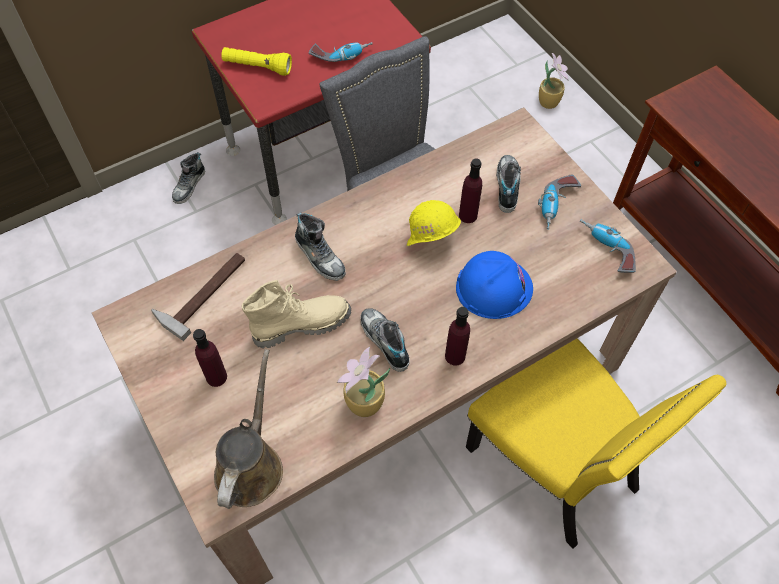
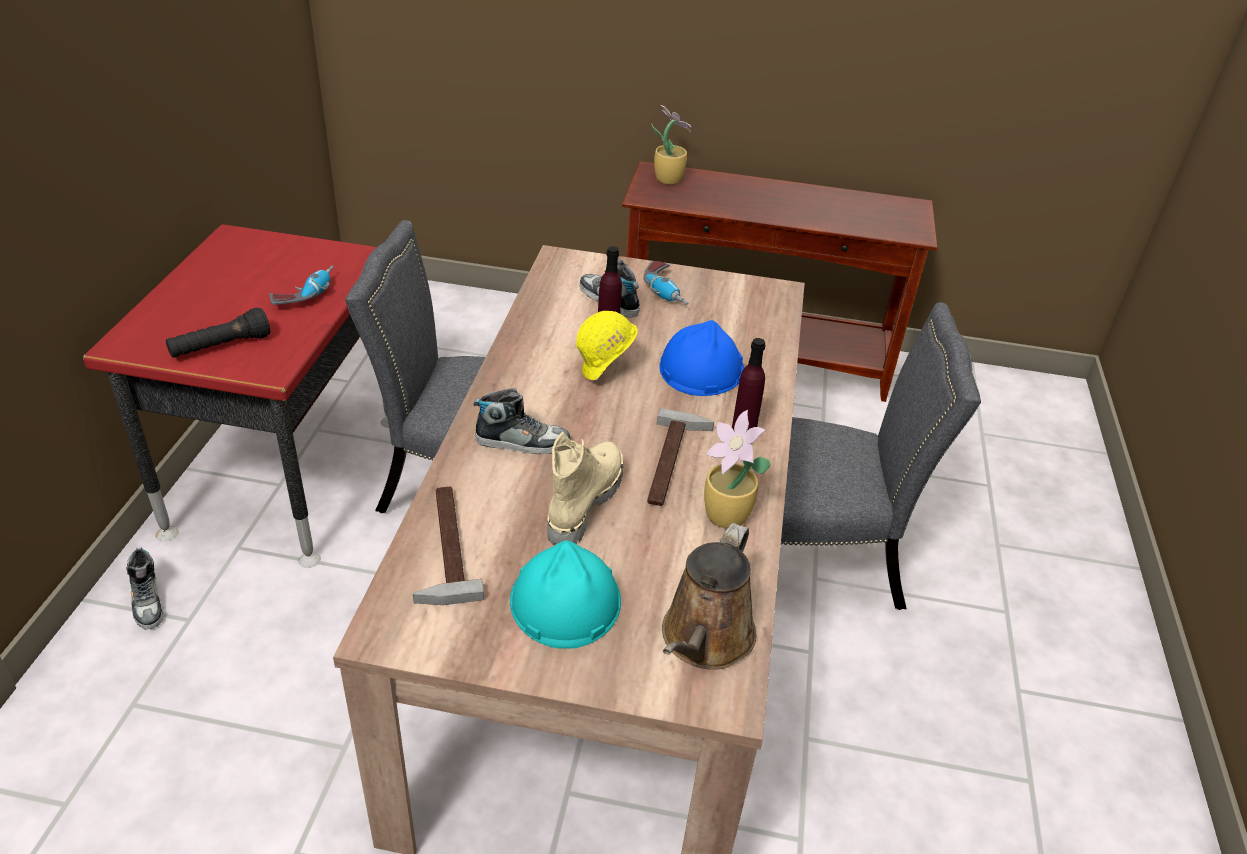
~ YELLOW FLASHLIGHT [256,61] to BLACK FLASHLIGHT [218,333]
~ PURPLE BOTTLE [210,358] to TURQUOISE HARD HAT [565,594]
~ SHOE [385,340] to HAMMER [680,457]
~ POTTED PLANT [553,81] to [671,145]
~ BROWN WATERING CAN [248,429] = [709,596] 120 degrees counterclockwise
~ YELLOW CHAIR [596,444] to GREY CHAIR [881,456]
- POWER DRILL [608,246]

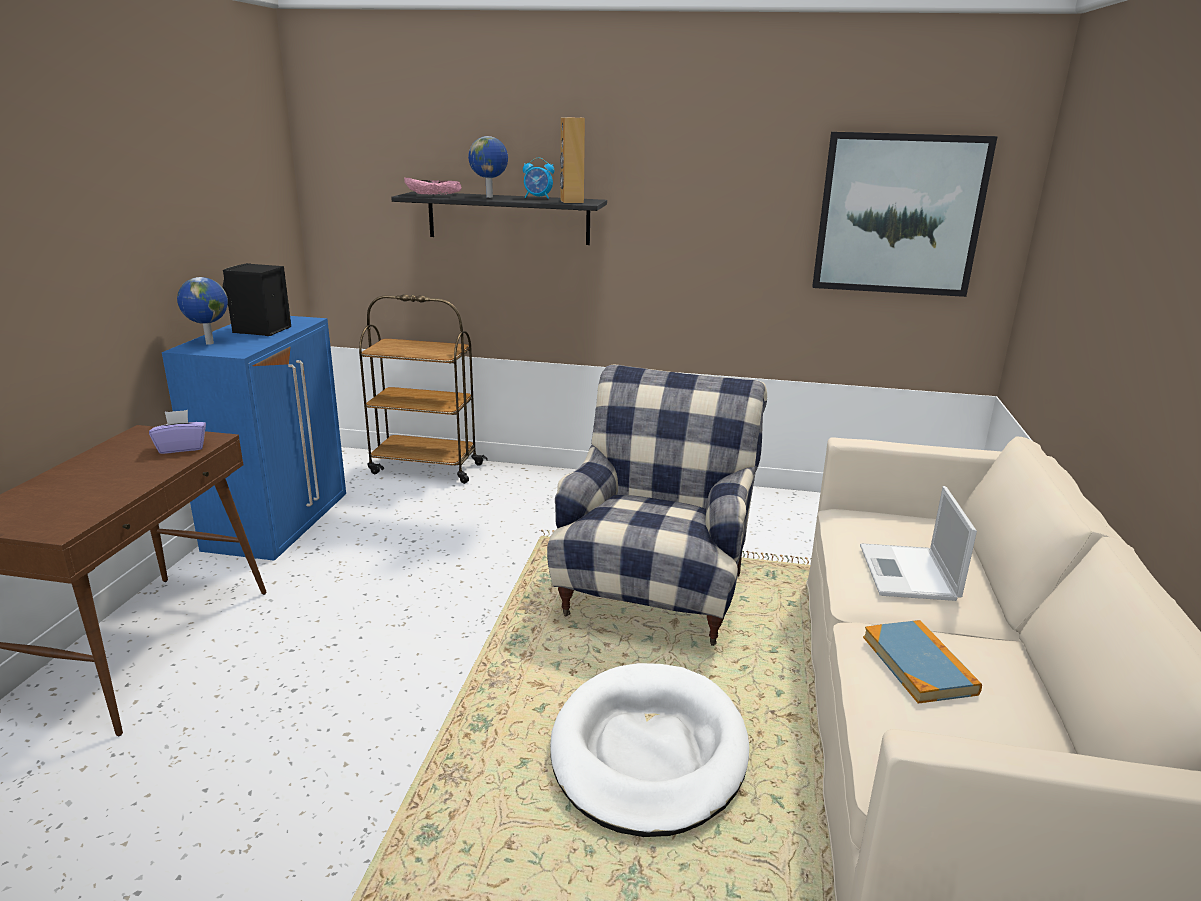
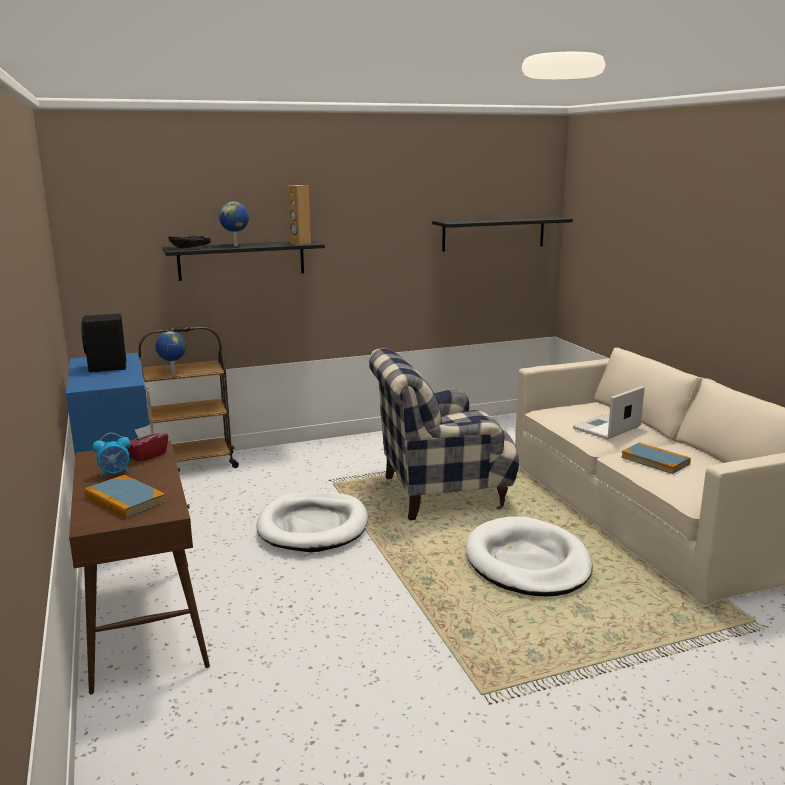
+ BOOK [125,497]
~ ALARM CLOCK [538,178] to [112,455]
~ PURPLE TISSUE BOX [177,432] to RED TISSUE BOX [146,443]
~ GLOBE [202,311] to [170,353]
~ PINK BOWL [433,186] to BLACK BOWL [189,242]
+ WHITE DOG BED [312,522]
~ ARMCHAIR [657,505] = [444,434] 90 degrees counterclockwise
~ PICTURE [905,214] to BLACK SHELF [502,234]
~ LAPTOP [918,543] = [609,413] 75 degrees clockwise

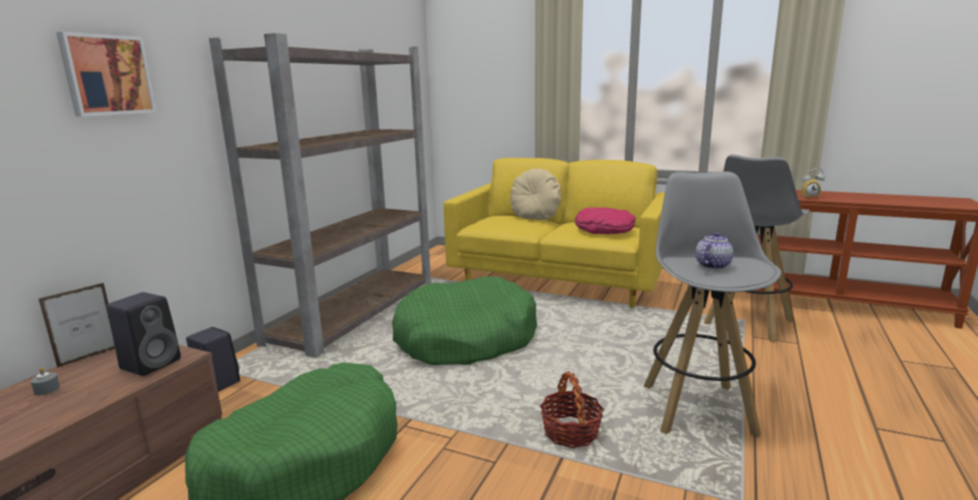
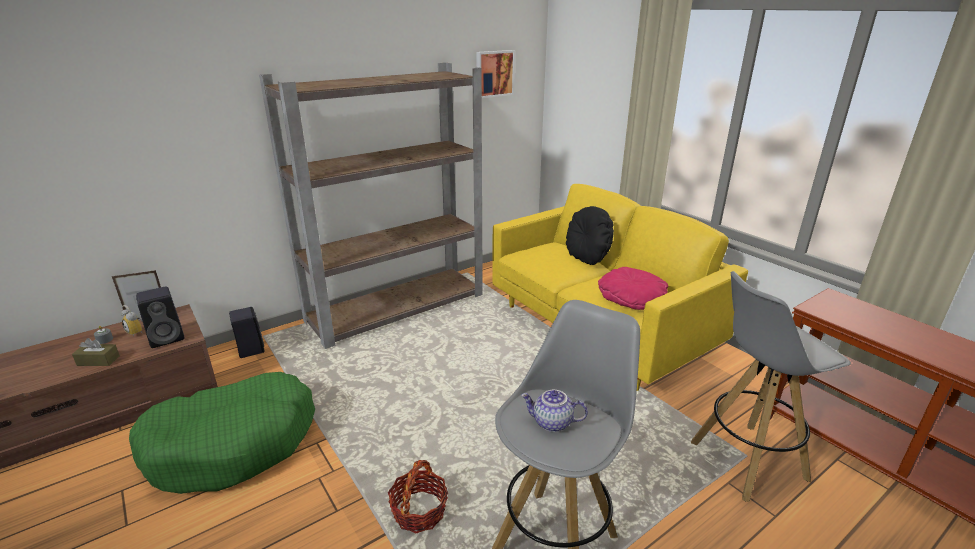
+ BROWN TISSUE BOX [96,352]
~ ALARM CLOCK [813,183] to [132,320]
~ PICTURE [106,74] to [496,74]
~ TEAPOT [714,250] = [554,411] 150 degrees counterclockwise
~ BEIGE PILLOW [535,194] to BLACK PILLOW [590,235]
- GREEN DOG BED [464,320]

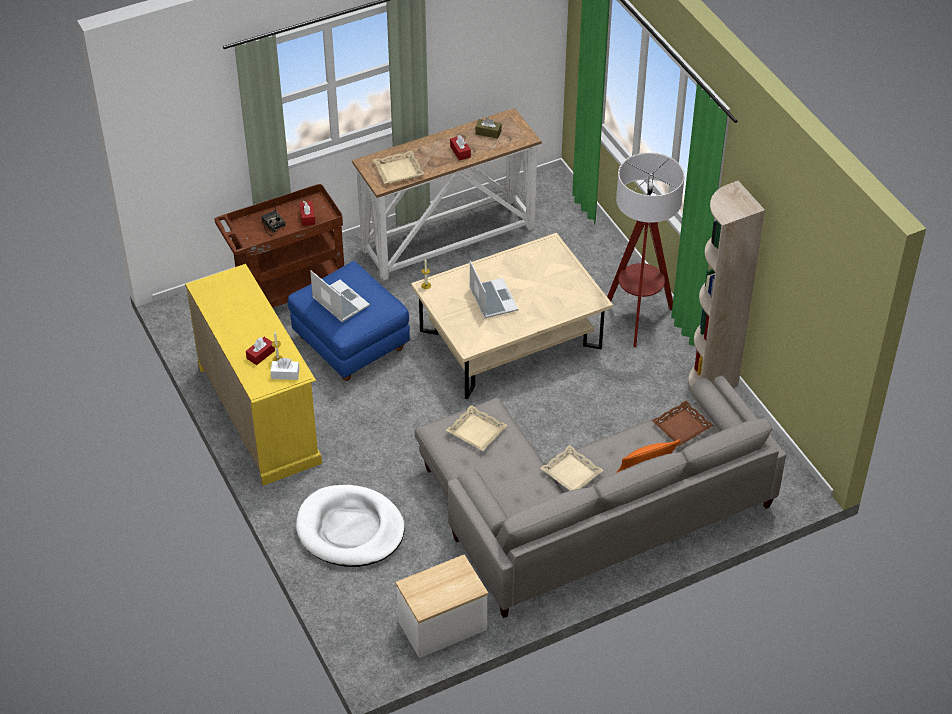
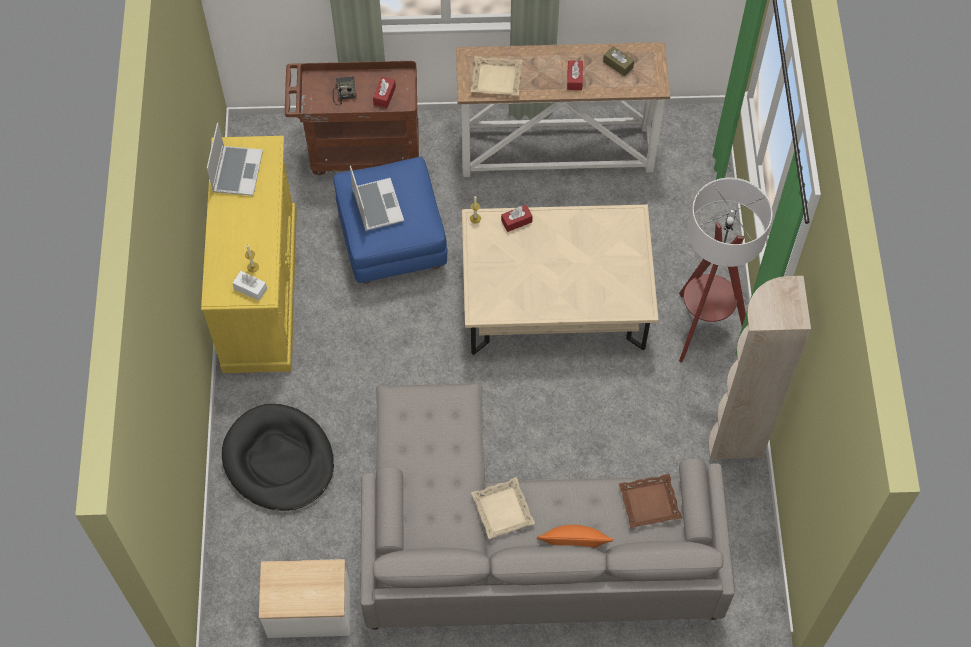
~ LAPTOP [493,289] to [235,159]
~ WHITE DOG BED [350,526] to BLACK DOG BED [278,457]
~ RED TISSUE BOX [260,351] to [517,218]
- BEIGE TRAY [477,428]

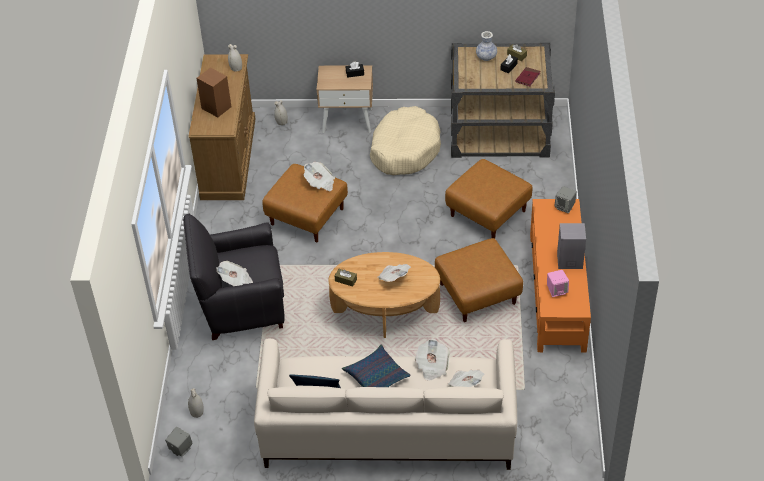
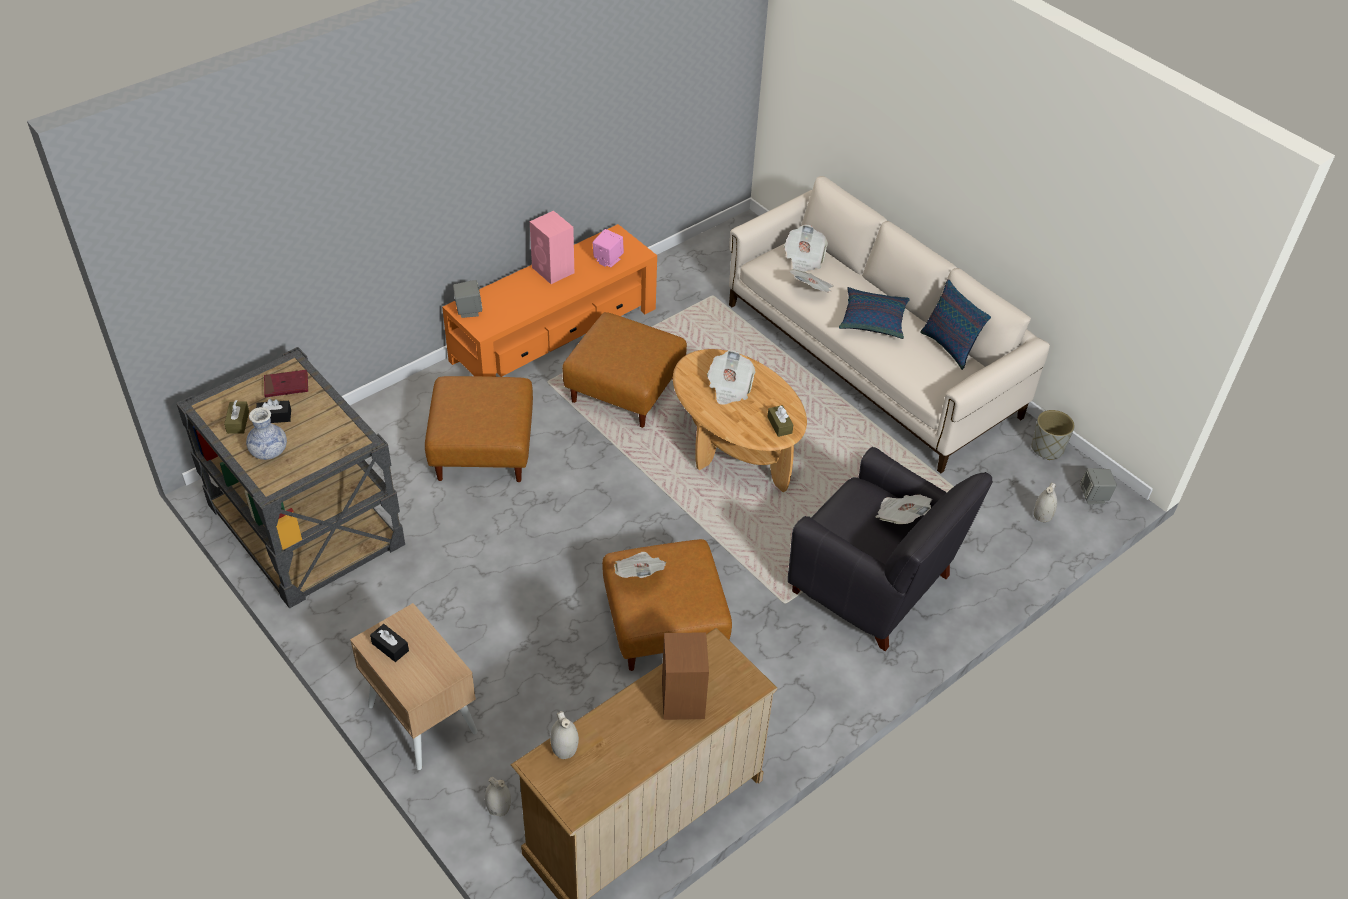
~ GREY SPEAKER [571,246] to PINK SPEAKER [552,247]
+ GREY PLANTER [1053,435]
- BEIGE DOG BED [405,140]

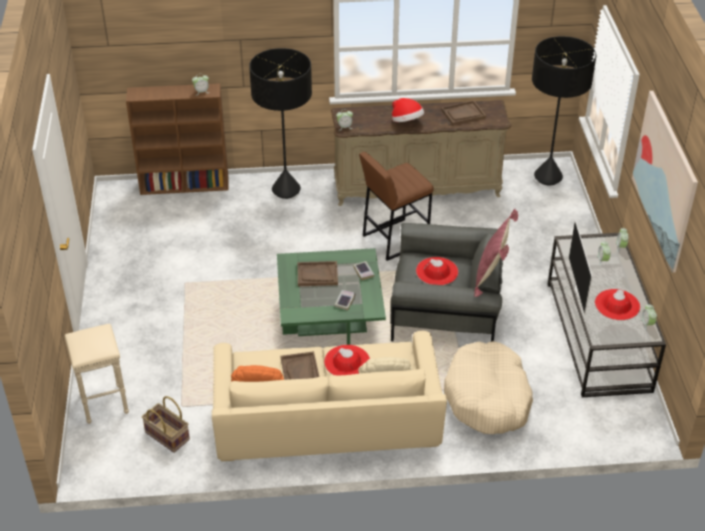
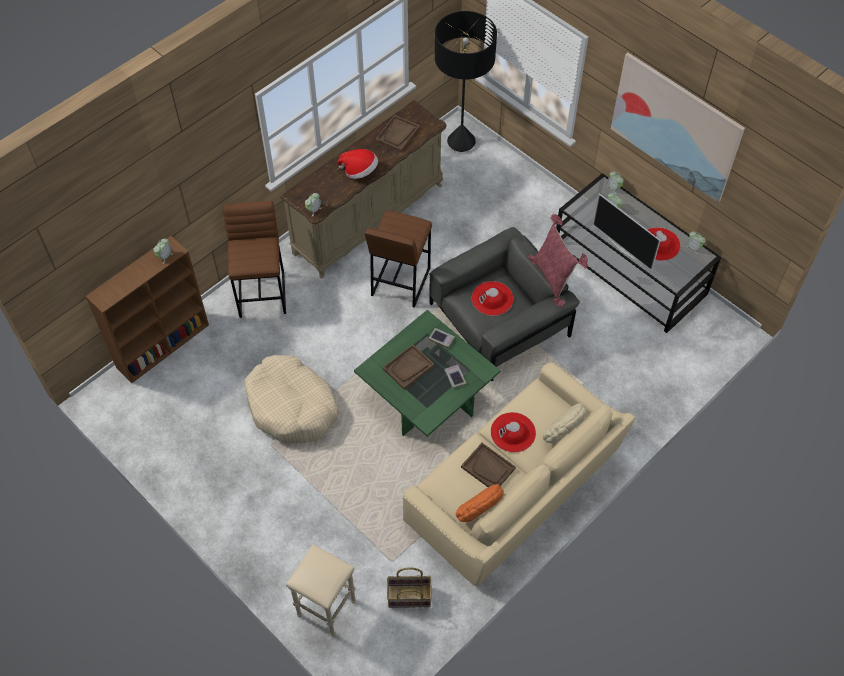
~ BLACK FLOOR LAMP [280,123] to BROWN STOOL [254,259]
~ BEIGE DOG BED [488,387] to [291,399]

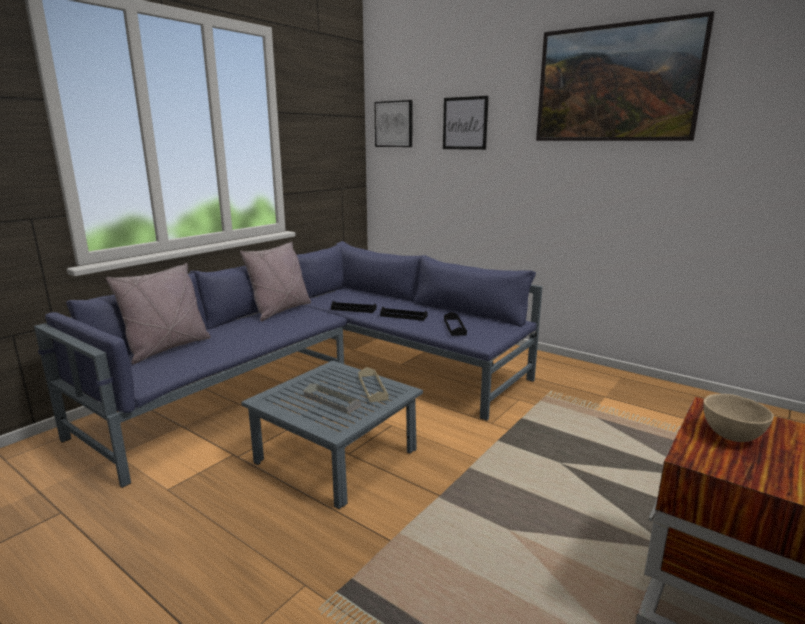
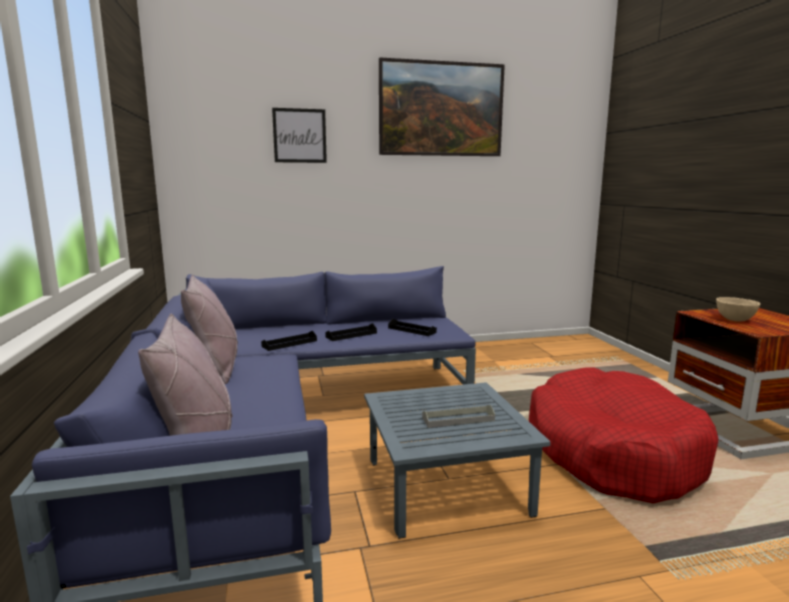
+ RED DOG BED [623,435]
- BEIGE TRAY [373,384]
- PICTURE [393,123]

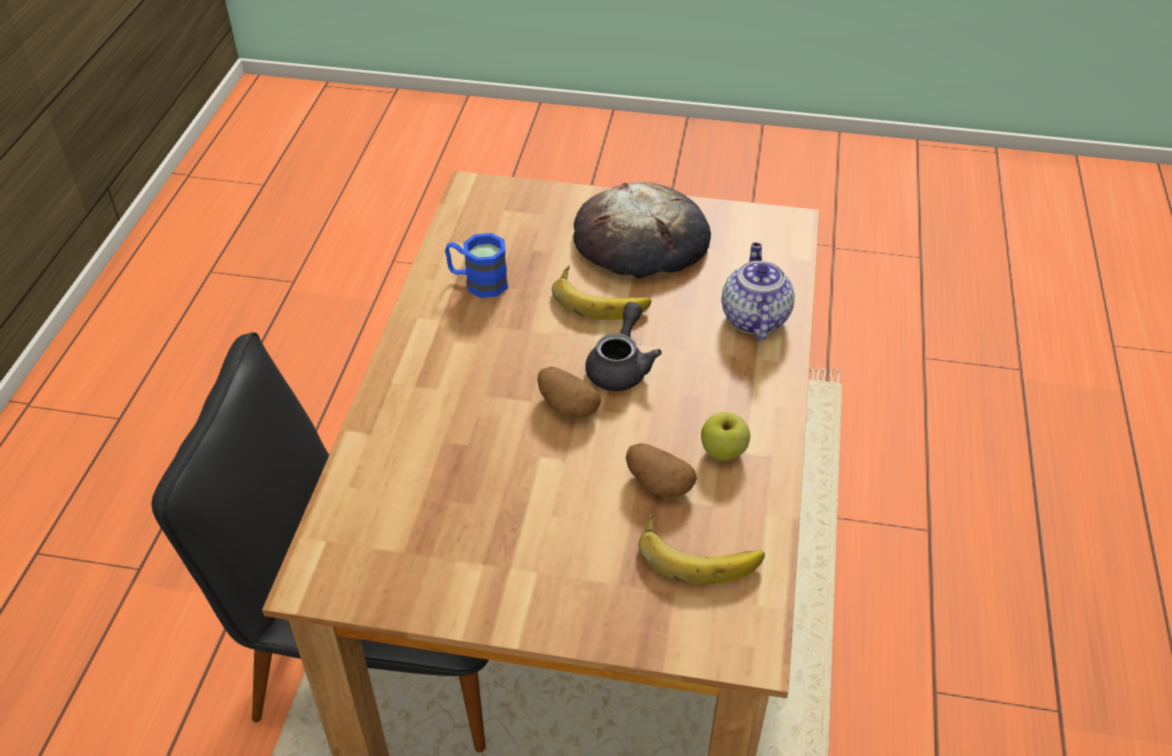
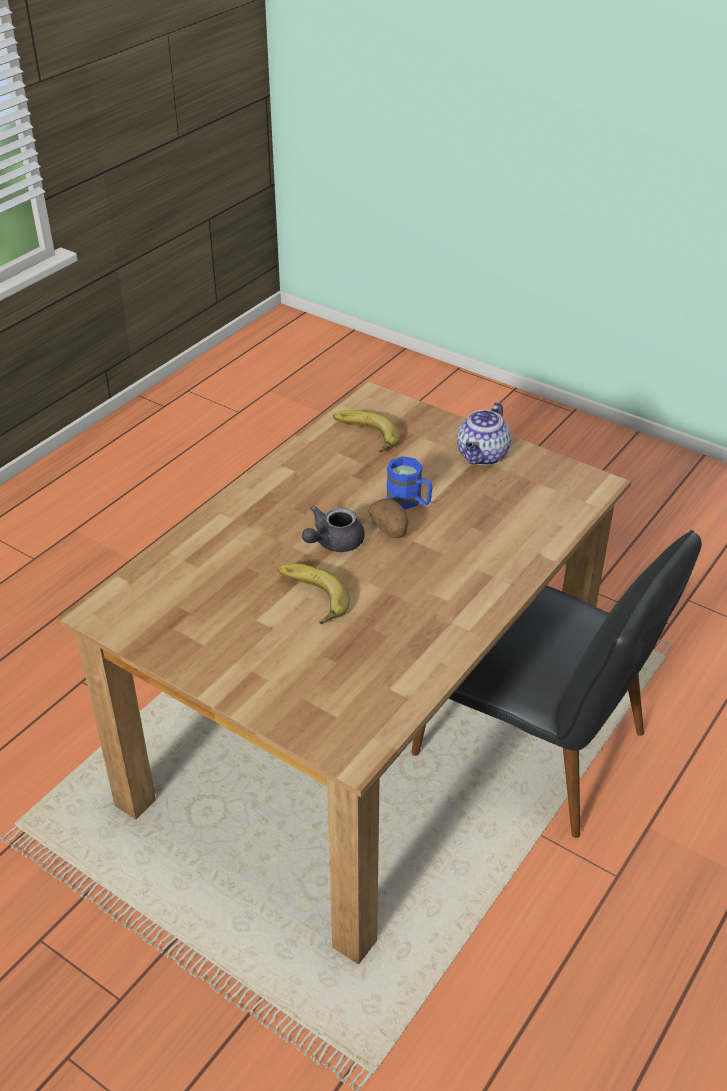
~ BLUE MUG [476,265] to [409,482]
~ TEAPOT [758,292] to [484,433]
- BREAD [642,230]
- POTATO [661,470]
- APPLE [725,436]

